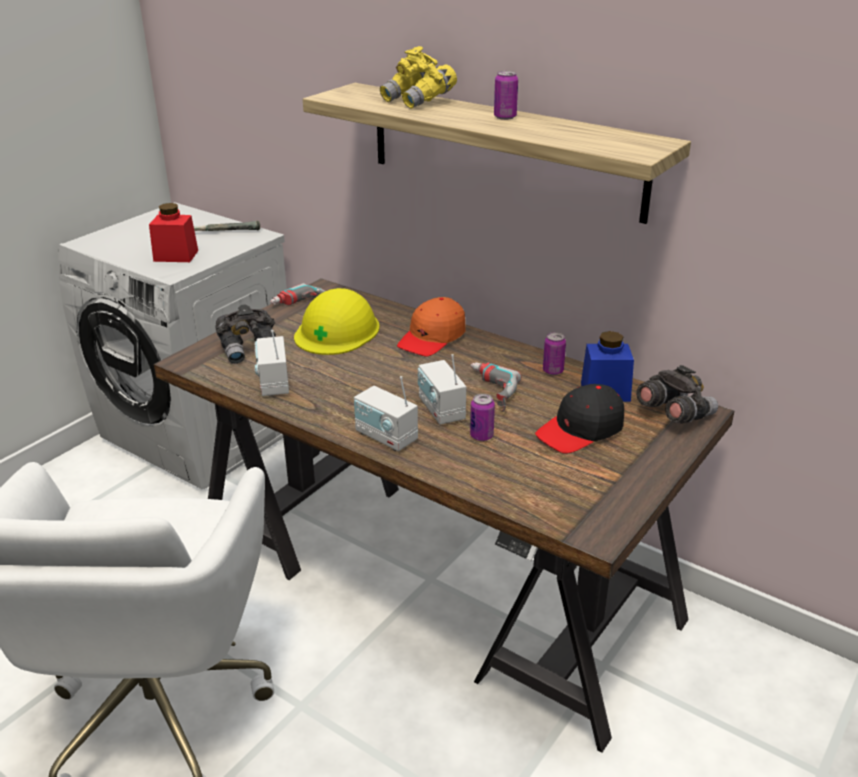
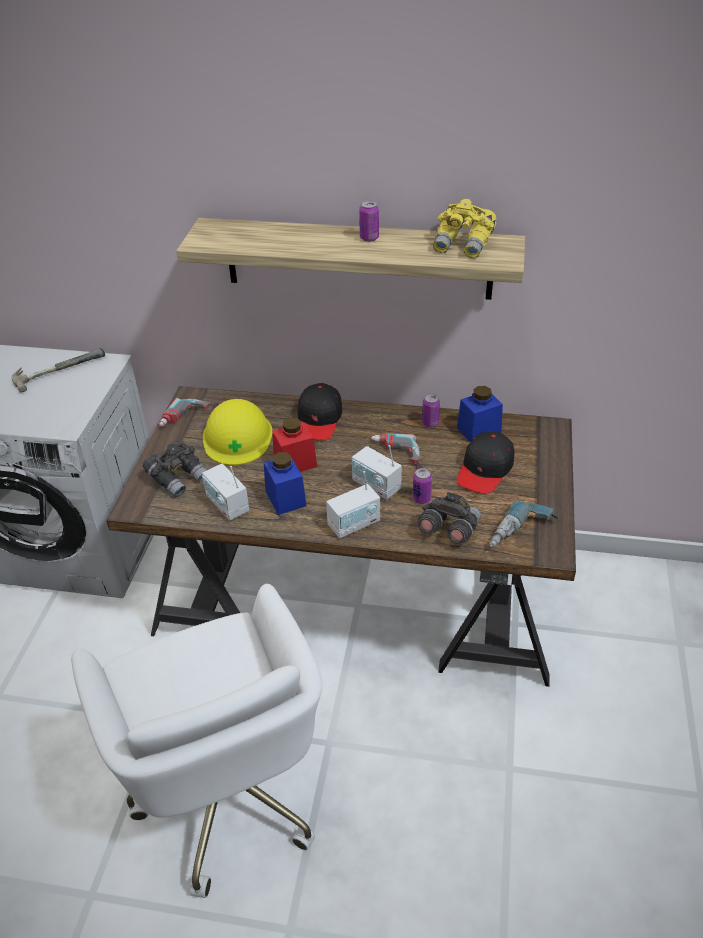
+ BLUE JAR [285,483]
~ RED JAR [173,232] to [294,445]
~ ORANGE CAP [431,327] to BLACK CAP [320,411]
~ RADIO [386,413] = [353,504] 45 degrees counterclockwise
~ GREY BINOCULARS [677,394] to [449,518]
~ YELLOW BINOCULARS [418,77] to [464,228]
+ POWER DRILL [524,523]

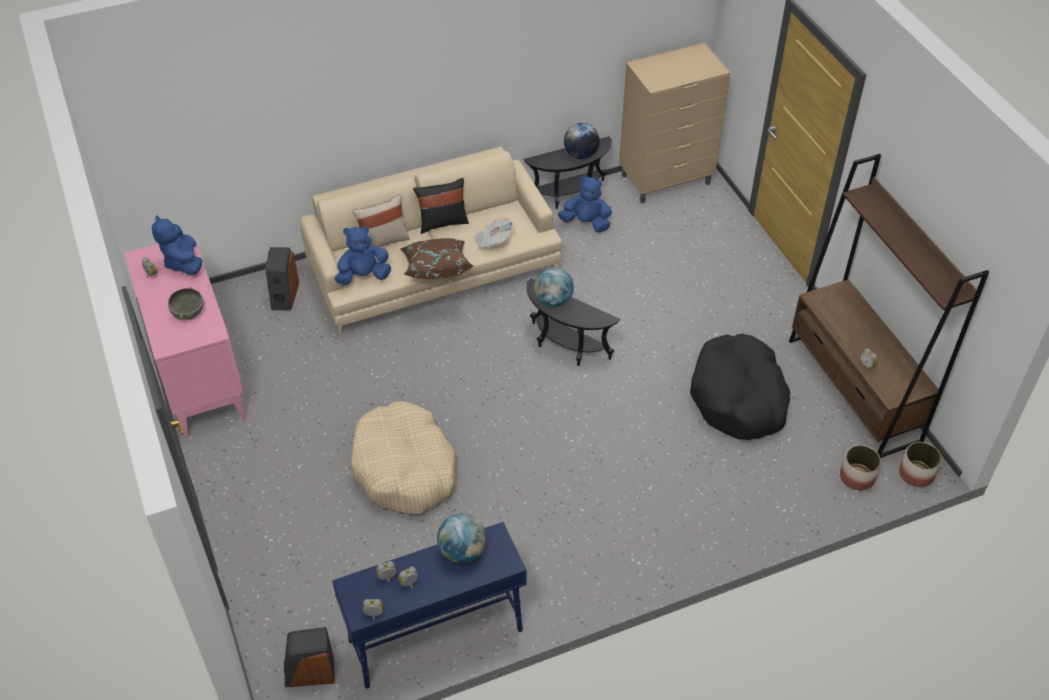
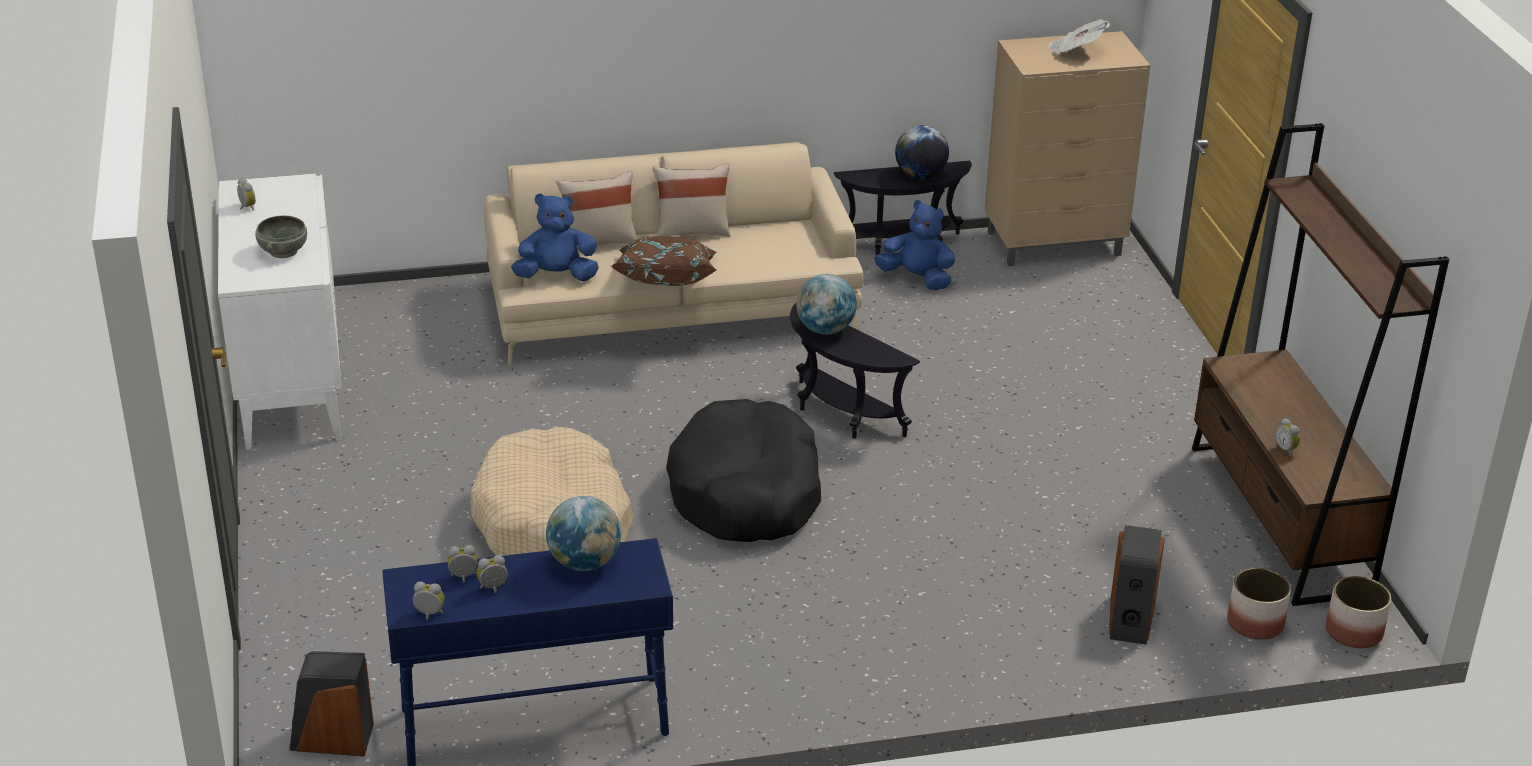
~ PINK CABINET [185,337] to WHITE CABINET [280,311]
~ BLACK PILLOW [441,206] to BEIGE PILLOW [691,200]
~ BLACK DOG BED [740,387] to [743,470]
~ NEWSPAPER [493,234] to [1079,37]
~ SPEAKER [282,278] to [1137,585]
- BLUE PLUSH TOY [177,245]

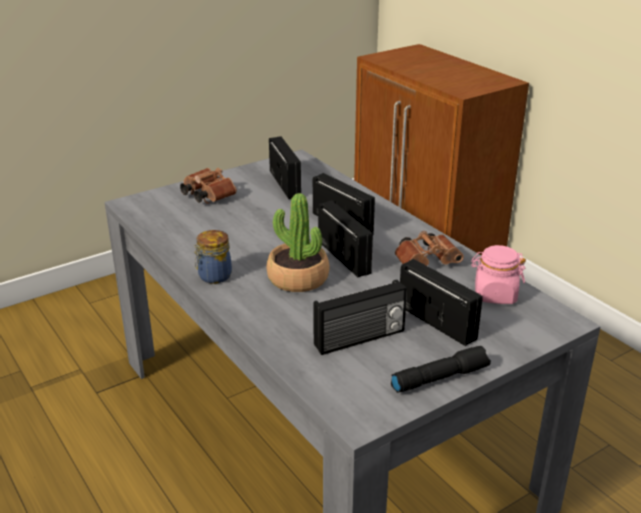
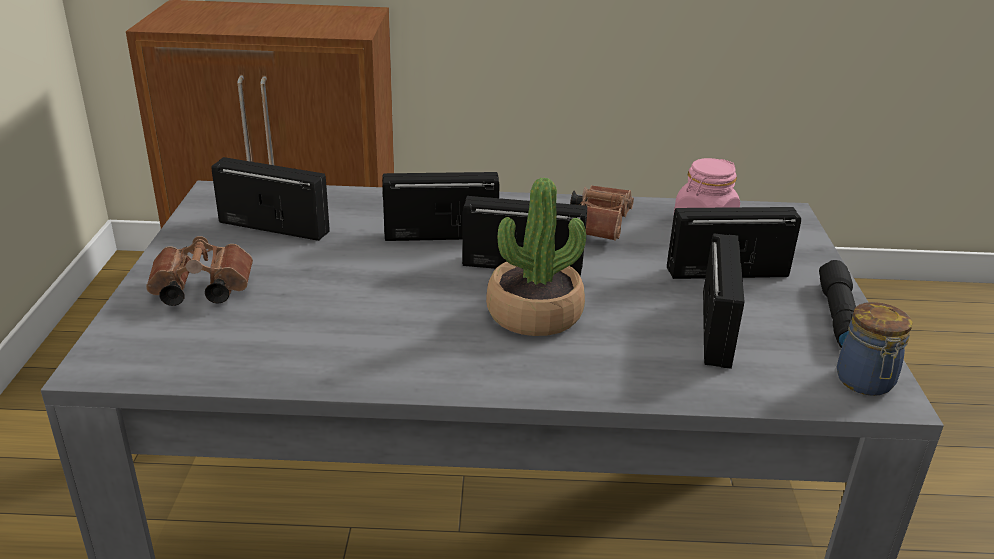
~ JAR [213,257] to [874,349]

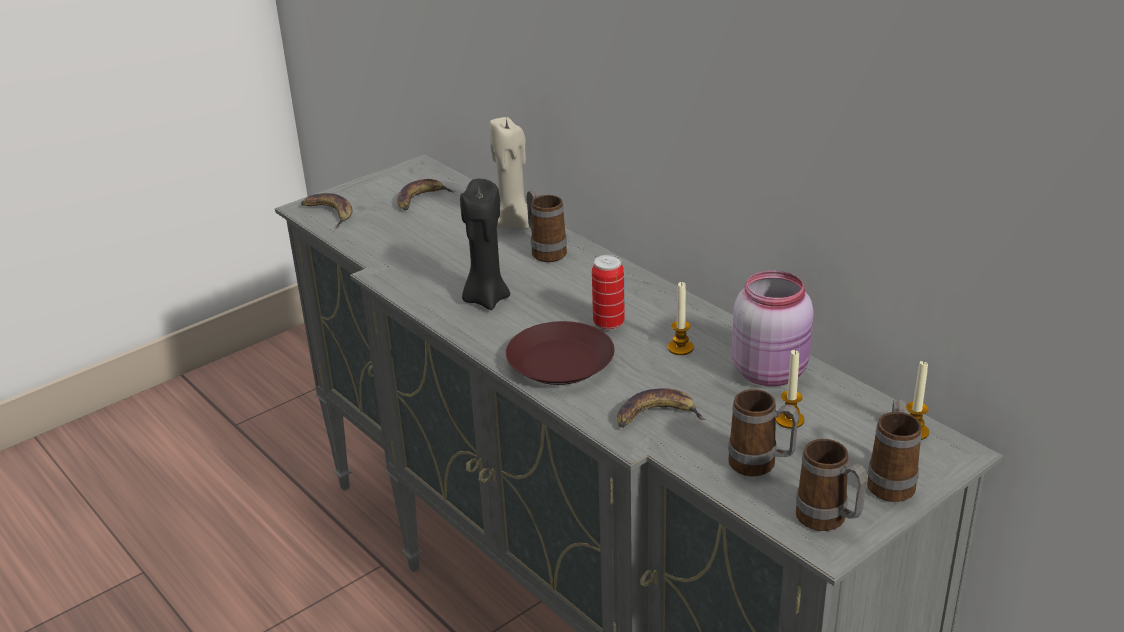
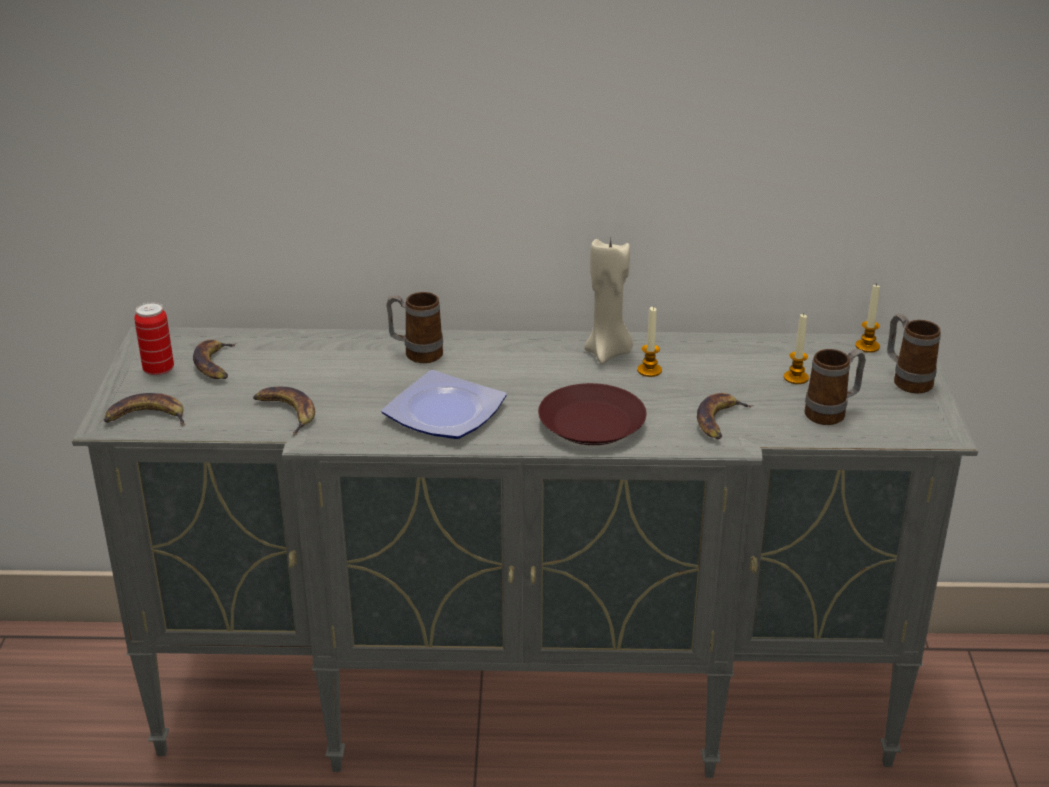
~ CAN [608,292] to [154,339]
+ BANANA [284,411]
~ BLACK CANDLE [485,244] to PLATE [444,404]
~ BEIGE CANDLE [509,173] to [608,301]
- PINK JAR [773,328]
- MUG [832,485]

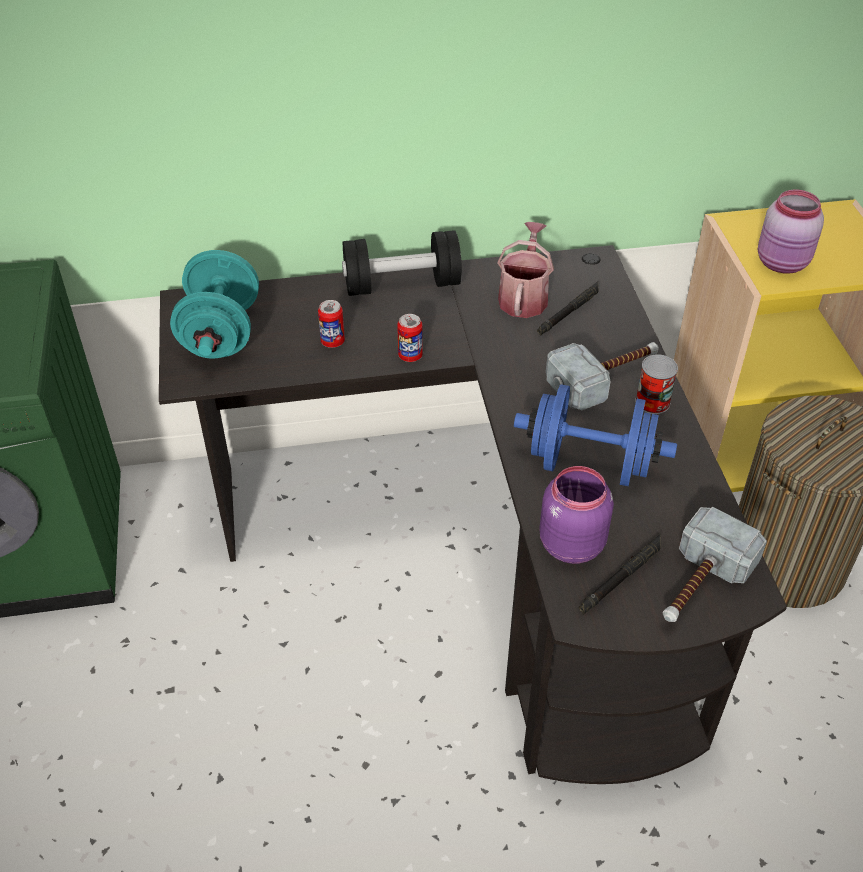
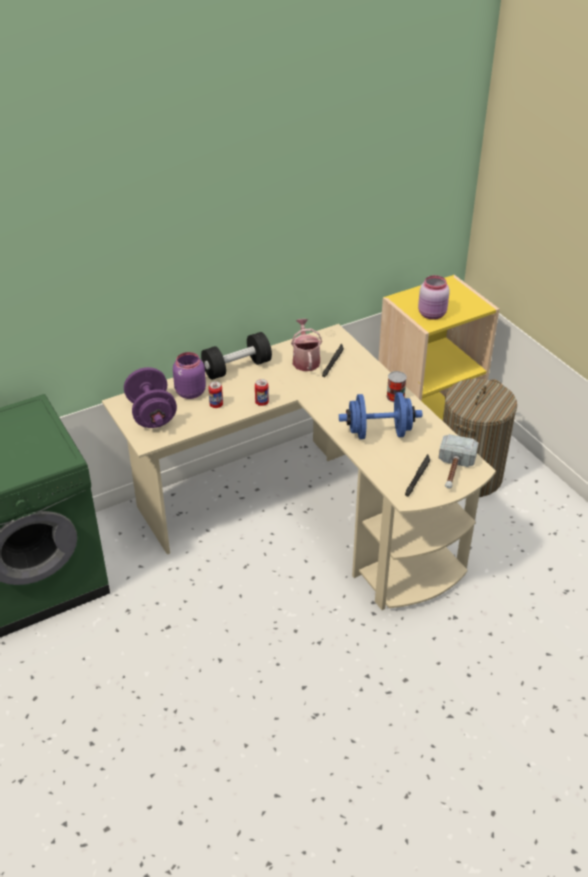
~ BLACK DESK [473,514] to BEIGE DESK [299,467]
~ TURQUOISE DUMBBELL [214,304] to PURPLE DUMBBELL [150,397]
~ PURPLE JAR [576,515] to [189,375]
- HAMMER [602,376]

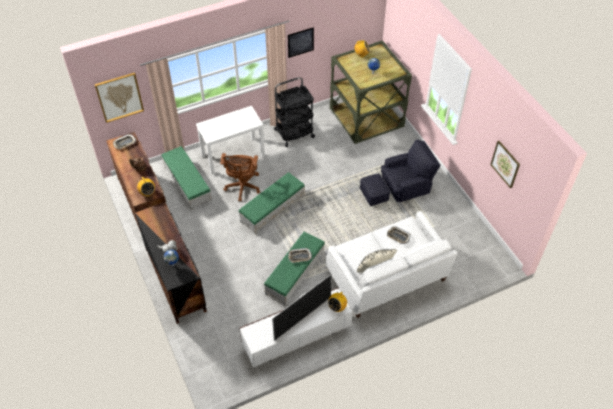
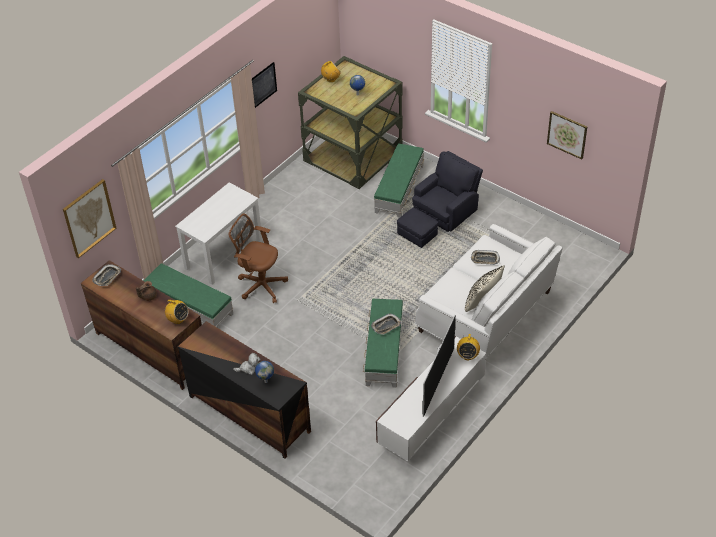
~ BROWN OFFICE CHAIR [240,177] = [258,258] 135 degrees clockwise
~ GREEN OTTOMAN [272,203] to [399,180]
- BLACK CART [294,112]

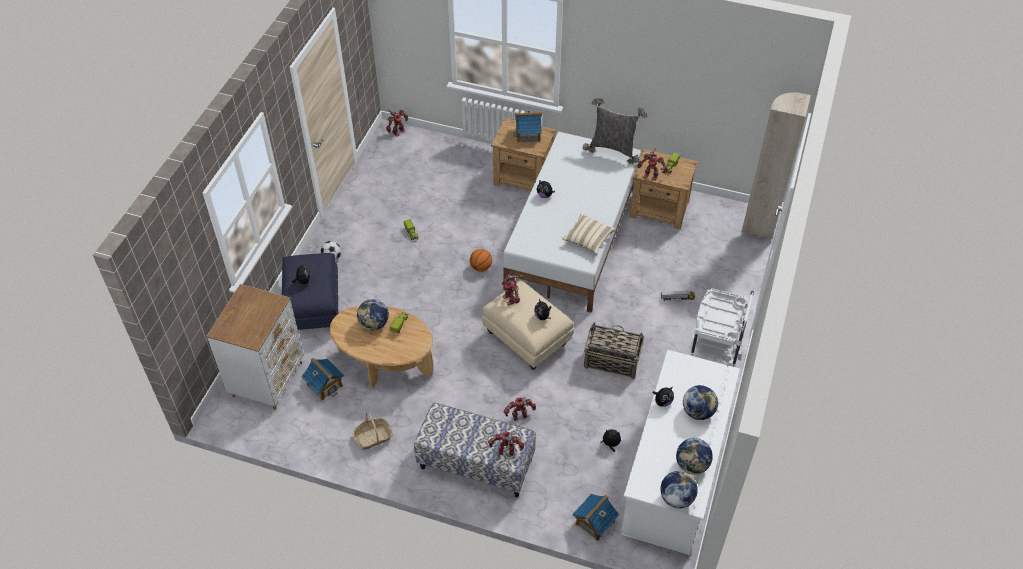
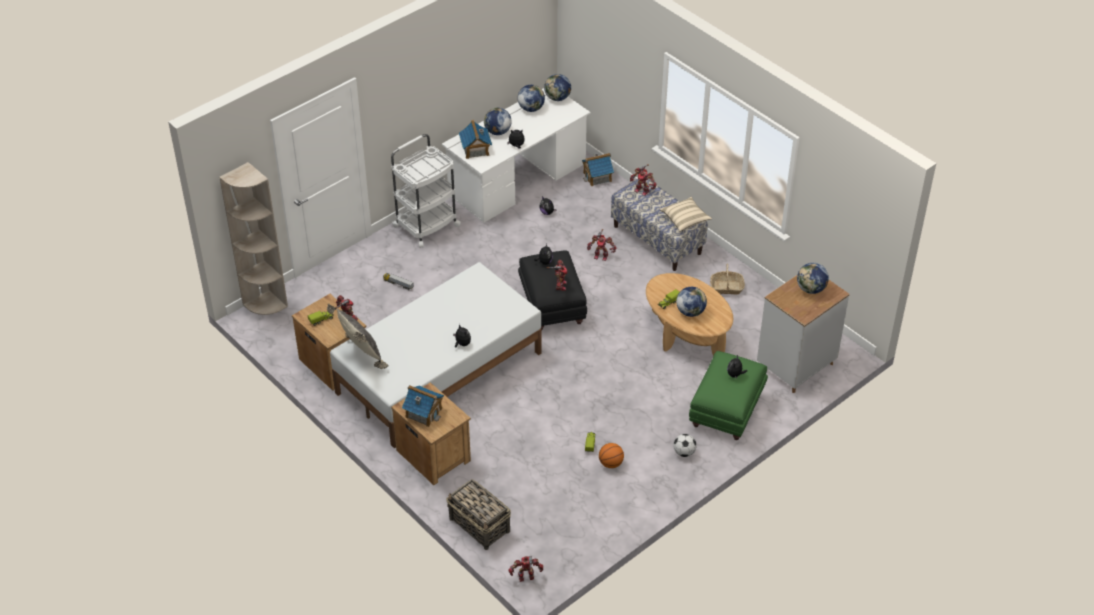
~ BASKET [614,350] to [478,514]
~ TOY HOUSE [322,379] to [475,139]
~ BEIGE OTTOMAN [528,325] to BLACK OTTOMAN [552,290]
~ BASKETBALL [481,260] to [611,455]
~ BEIGE PILLOW [589,234] to [686,214]
~ BLUE OTTOMAN [310,291] to GREEN OTTOMAN [728,395]
+ GLOBE [813,278]

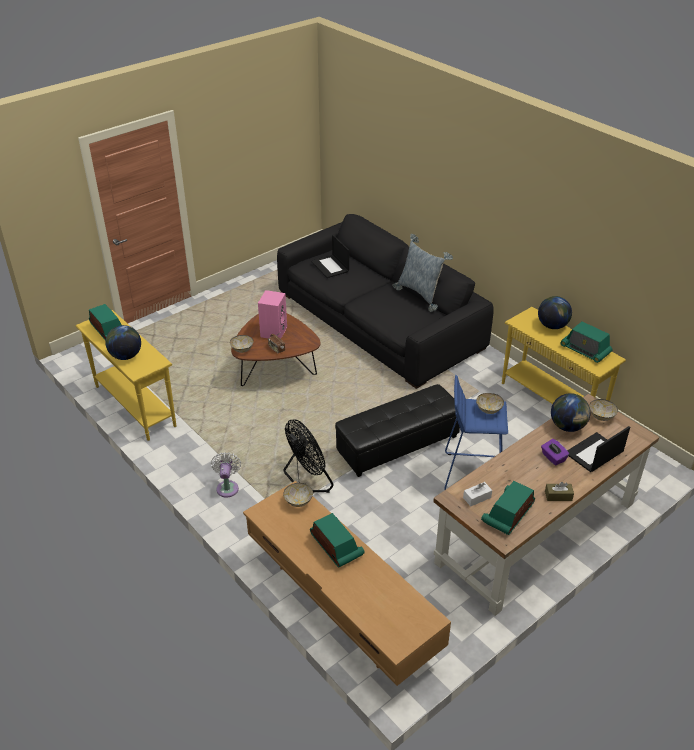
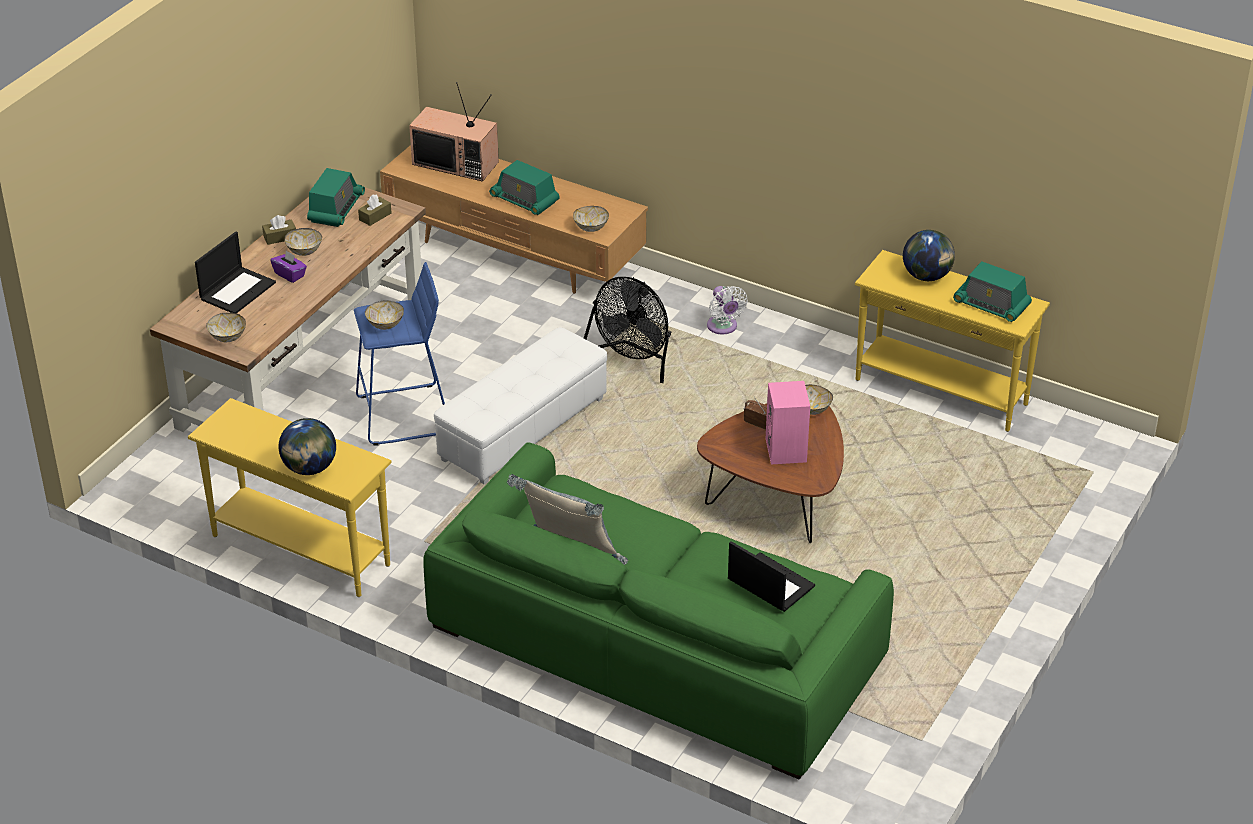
+ BOWL [303,242]
~ WHITE TISSUE BOX [477,494] to BROWN TISSUE BOX [374,210]
+ TELEVISION [454,132]
~ BLACK SOFA [385,301] to GREEN SOFA [658,611]
~ BLACK OTTOMAN [397,430] to WHITE OTTOMAN [520,405]
- GLOBE [570,412]
- RADIO [586,342]

